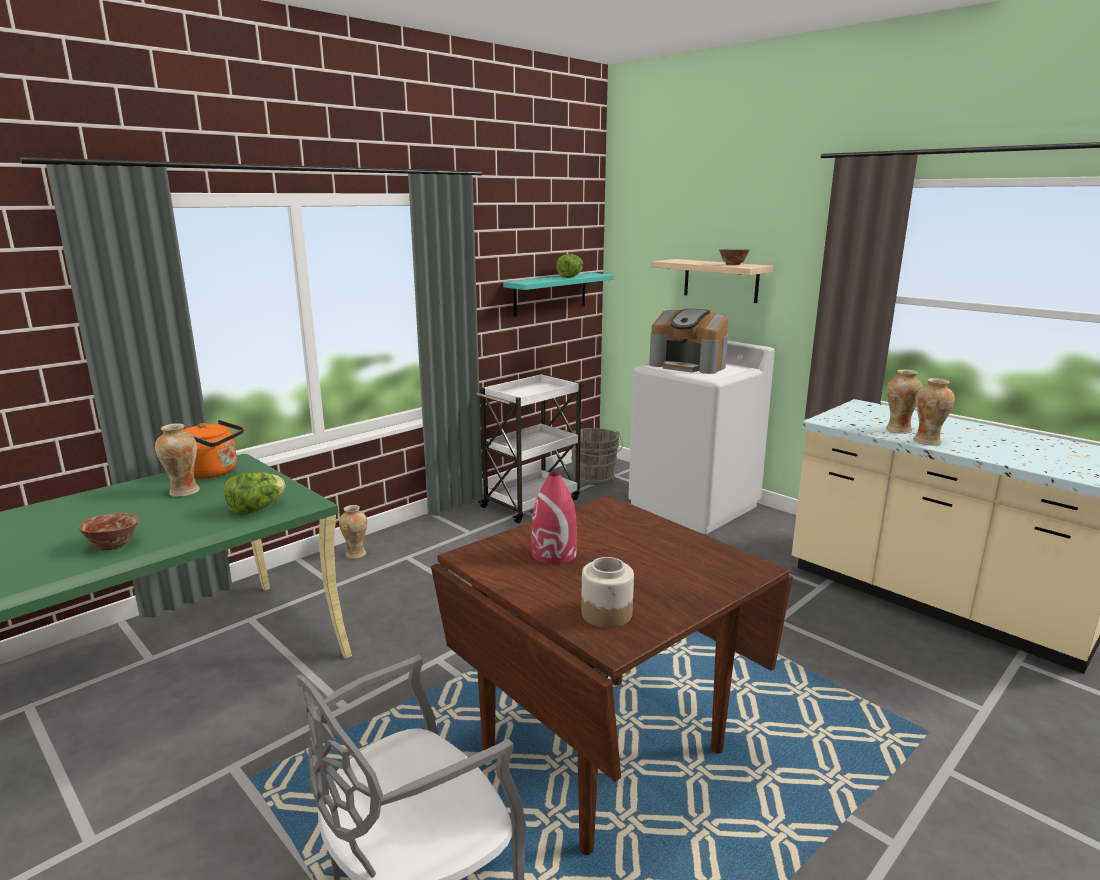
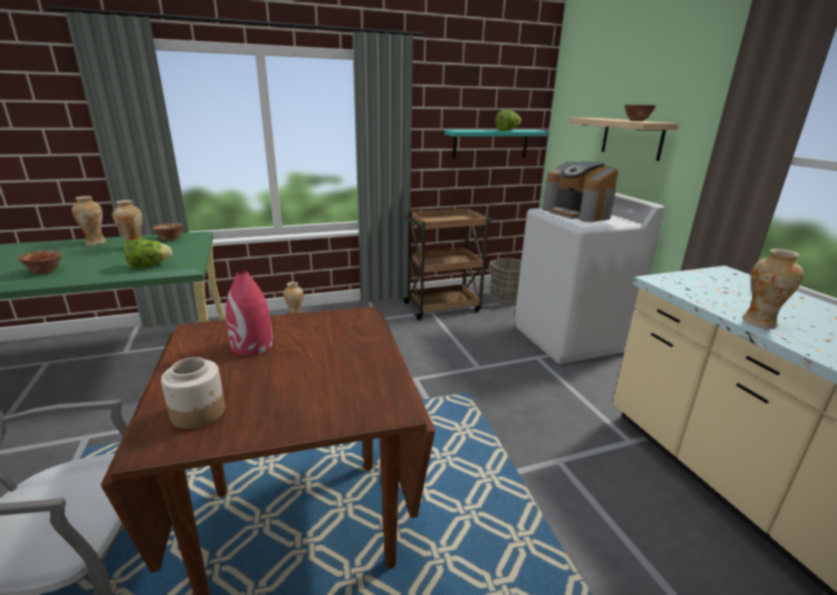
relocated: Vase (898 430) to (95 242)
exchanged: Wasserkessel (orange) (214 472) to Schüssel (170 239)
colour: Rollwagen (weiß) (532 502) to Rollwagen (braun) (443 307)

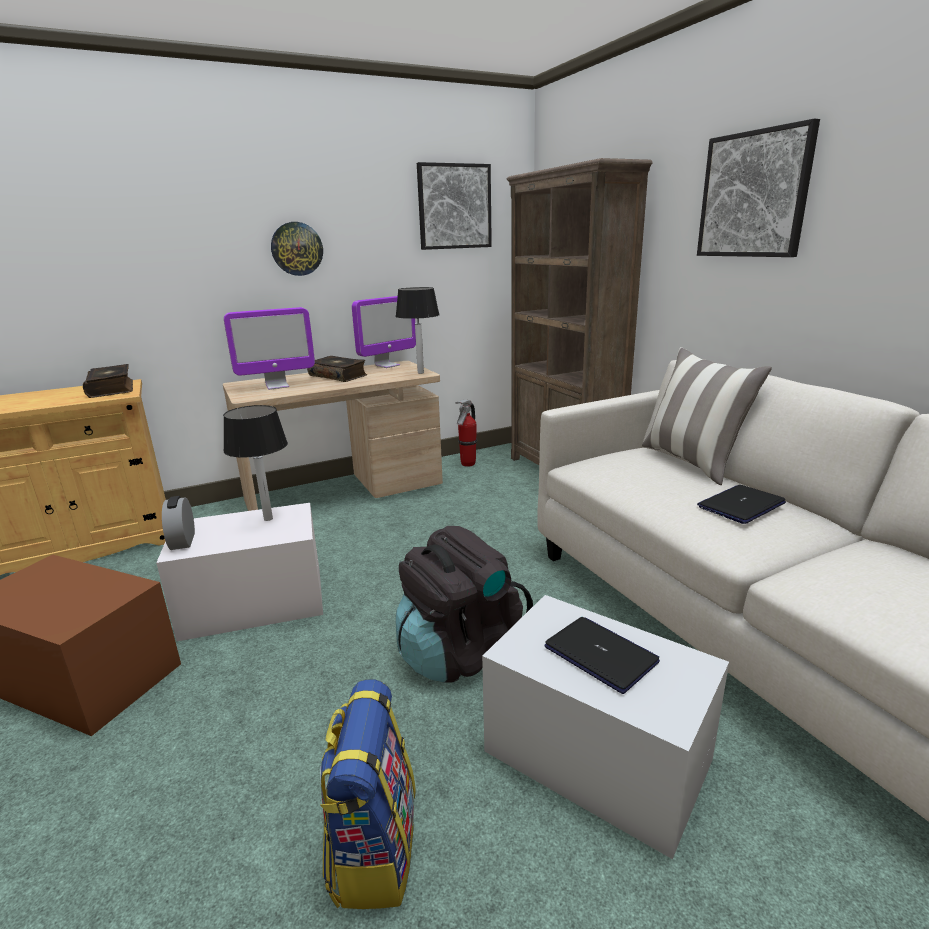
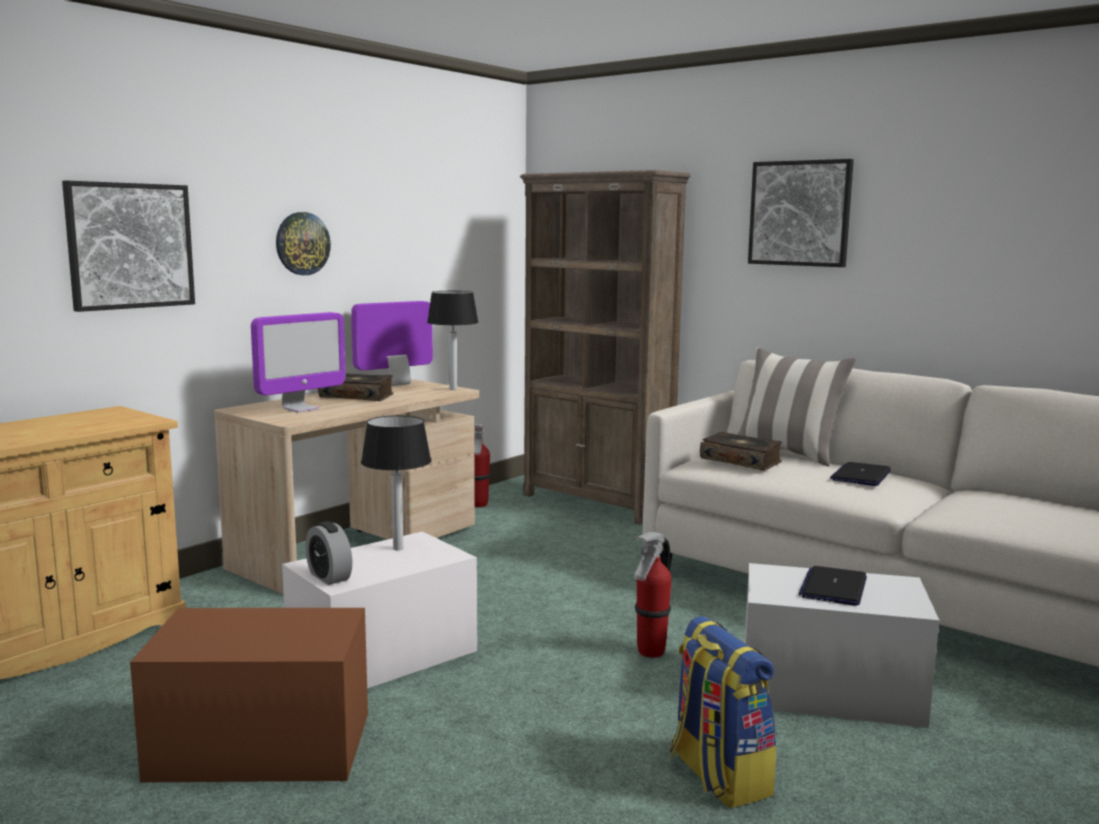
relocated: Buch (112 389) to (741 460); Bild (454 207) to (130 246)
exchanged: Rucksack (schwarz) (460 652) to Feuerlöscher (650 652)
spun: Monitor (387 365) = (395 384) 150 degrees counterclockwise; Laptop (601 655) = (833 587) 90 degrees counterclockwise

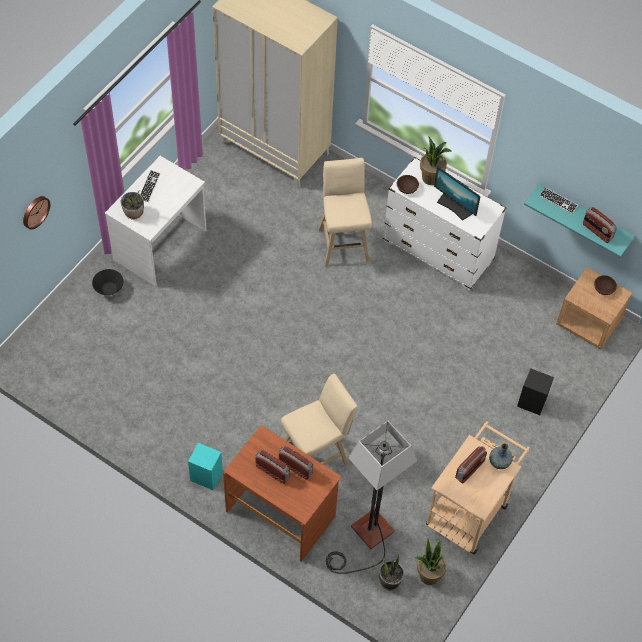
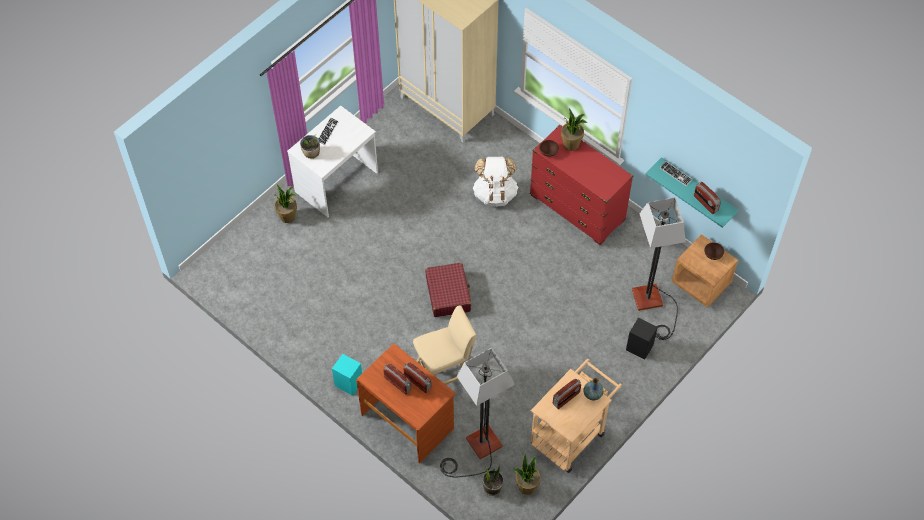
missing: Wanduhr (35 211); Monitor (454 206)
appeared: Koffer (rot) (448 294); Stehlampe (652 305)
exchanged: Schüssel (schwarz) (109 289) to Topfpflanze (288 216); Hocker (beige) (343 242) to Rucksack (weiß) (495 193)
colour: Kommode (weiß) (438 251) to Kommode (rot) (577 208)

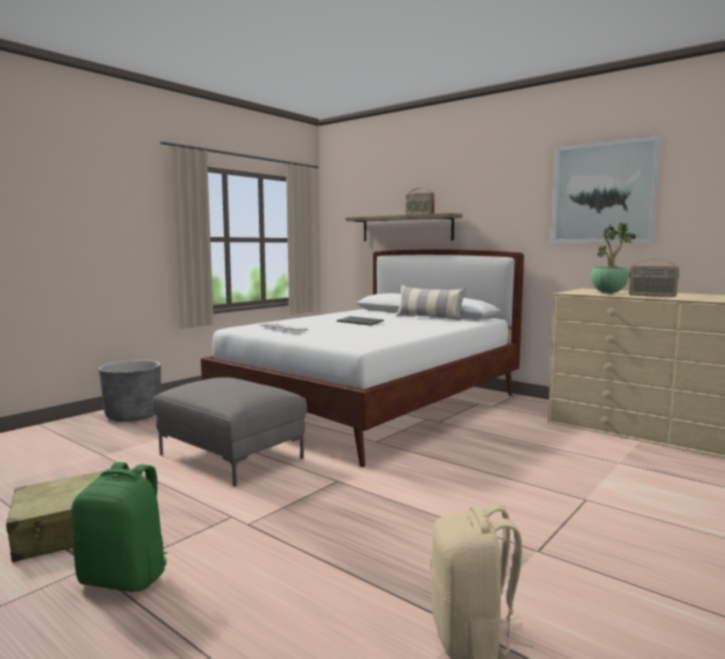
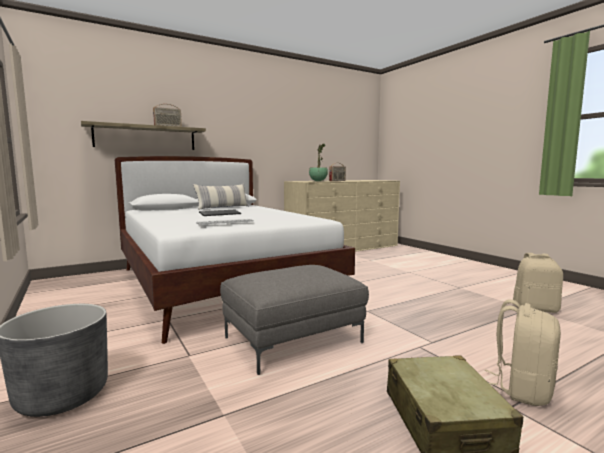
missing: Bild (603 193)
colour: Rucksack (grün) (125 577) to Rucksack (beige) (521 389)

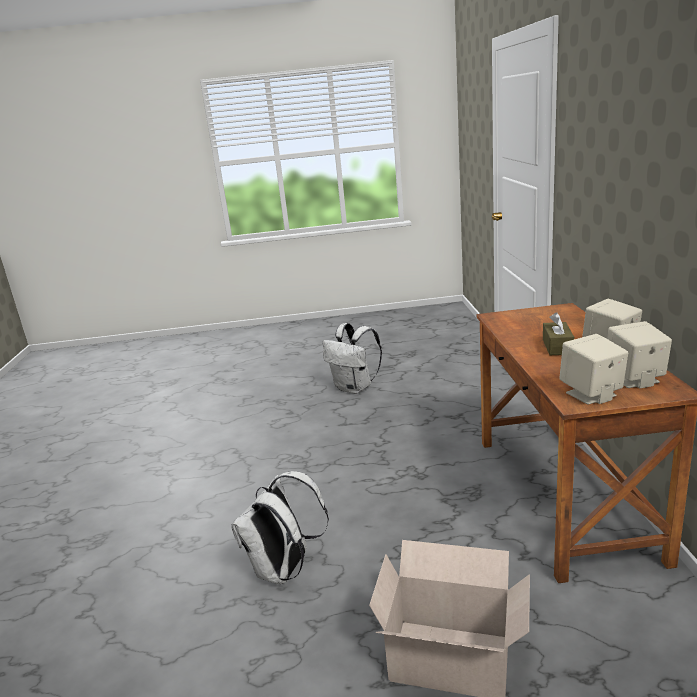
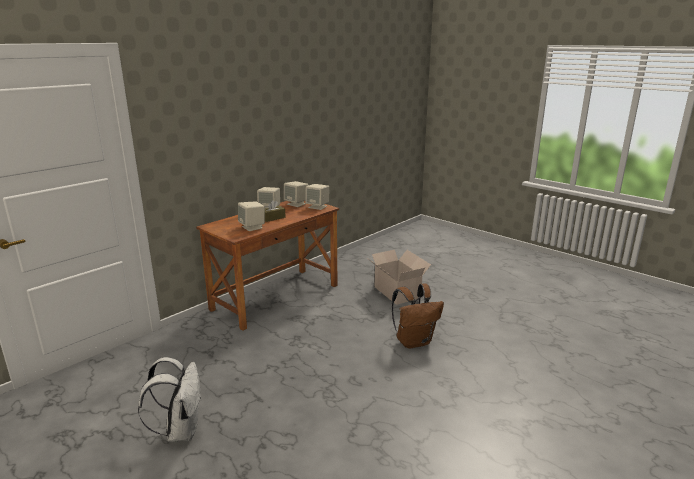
appeared: Lautsprecher (beige) (252 227)
colour: Rucksack (weiß) (285 570) to Rucksack (braun) (414 341)

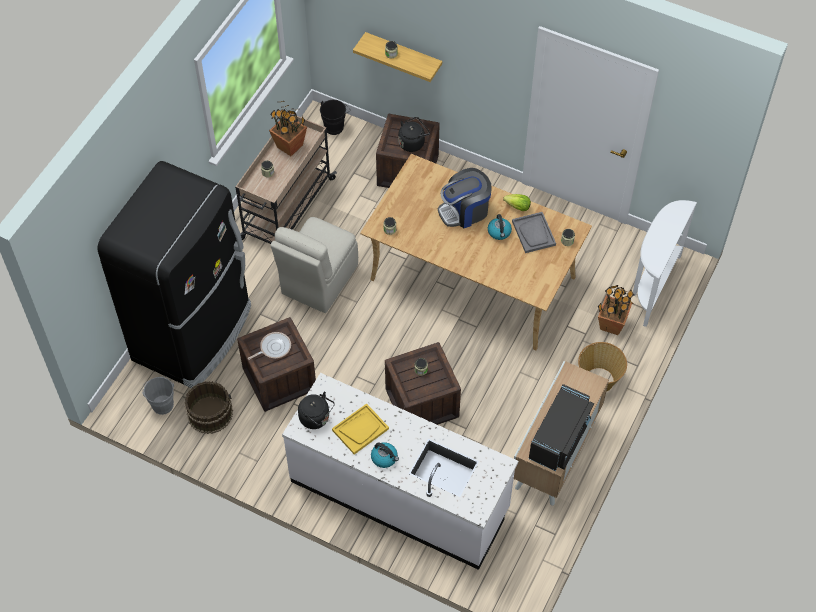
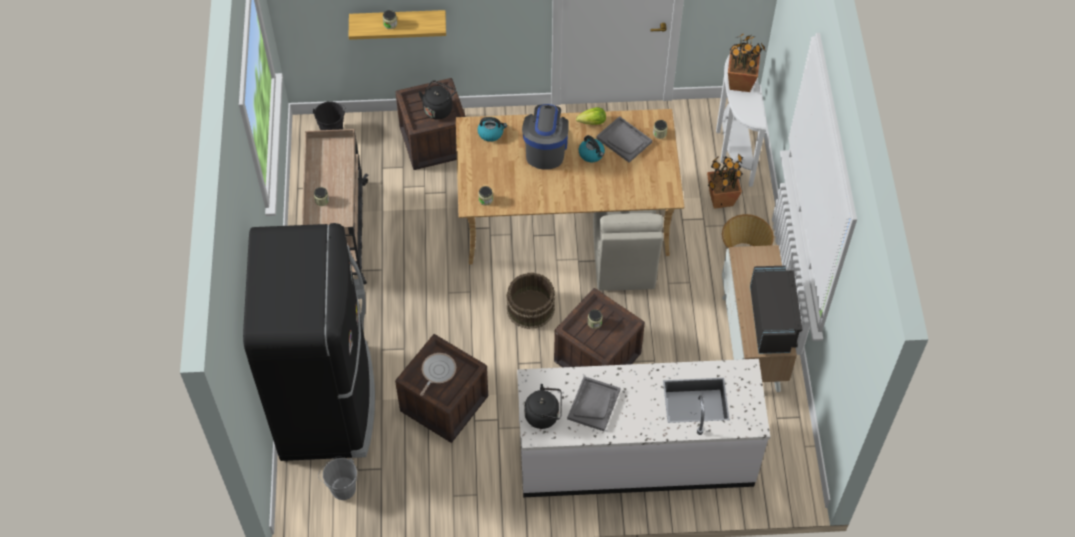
relocated: Eimer (braun) (210 413) to (530 307); Topfpflanze (290 146) to (741 83); Stuhl (beige) (318 281) to (623 261); Wasserkessel (384 458) to (491 133)
colour: Tablett (gelb) (360 429) to Tablett (grau) (593 404)
spun: Kaffeemaschine (465 211) = (545 149) 150 degrees clockwise

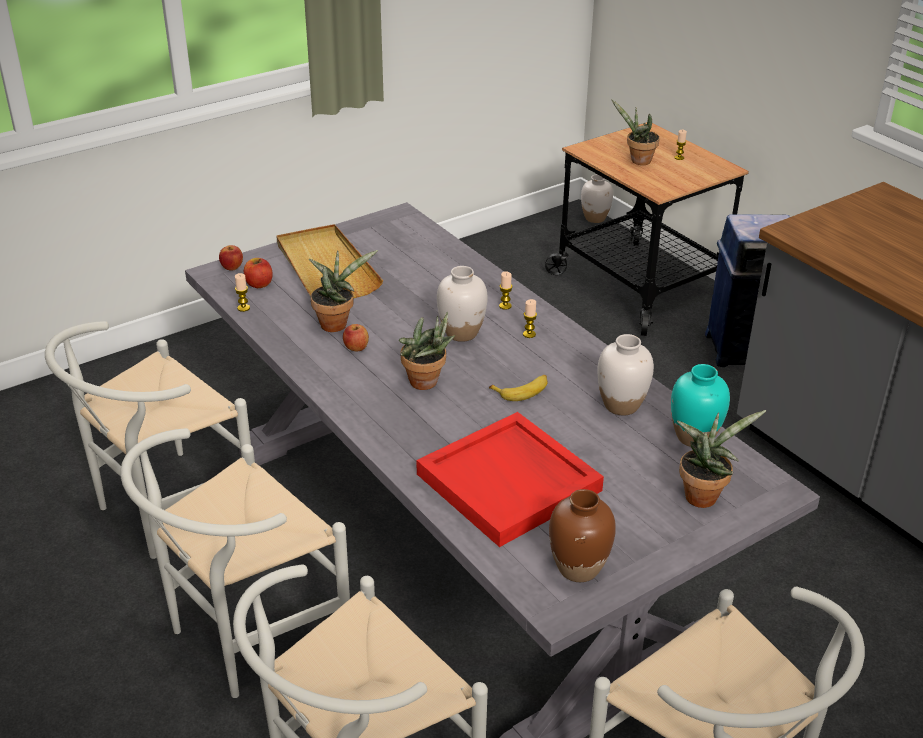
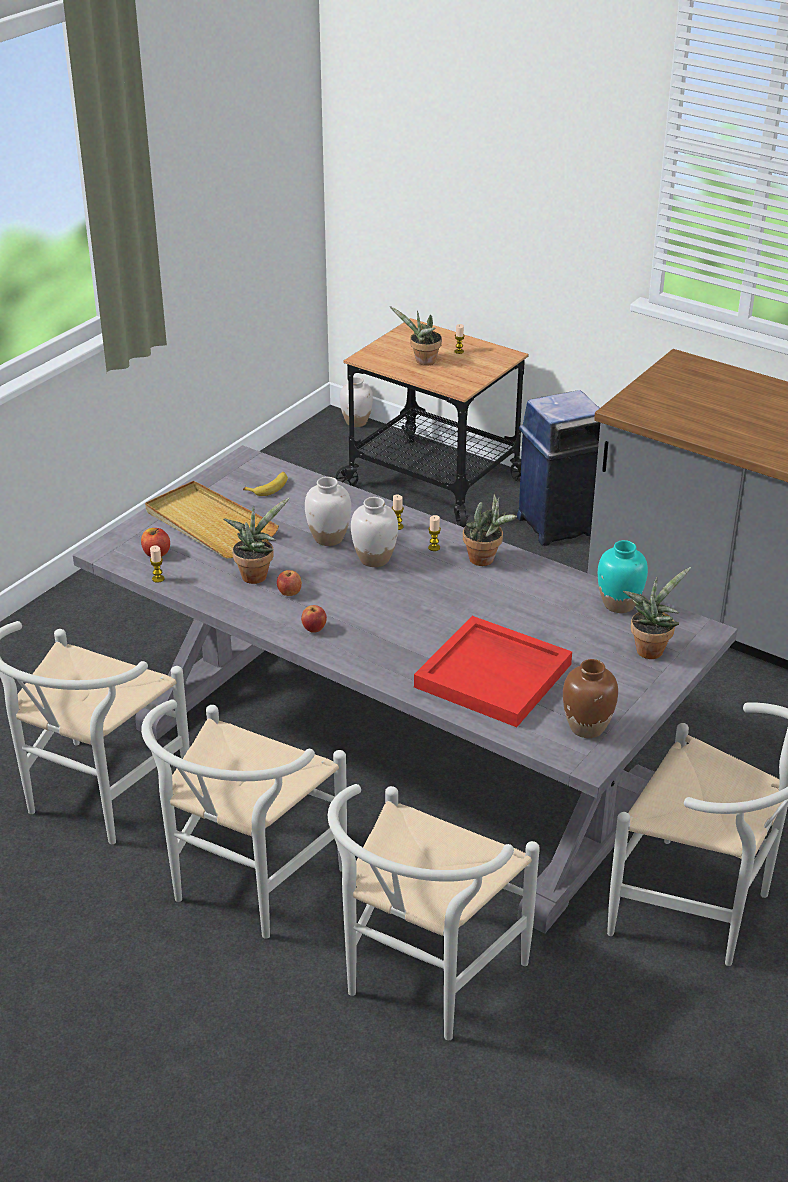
relocated: Apfel (232 268) to (314 629); Topfpflanze (427 384) to (485 560); Banane (522 391) to (269 487); Vase (weiß) (621 405) to (328 538)

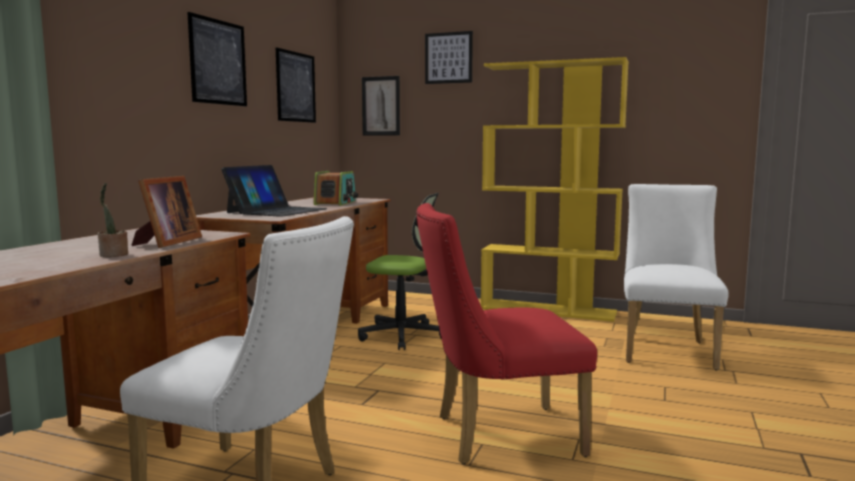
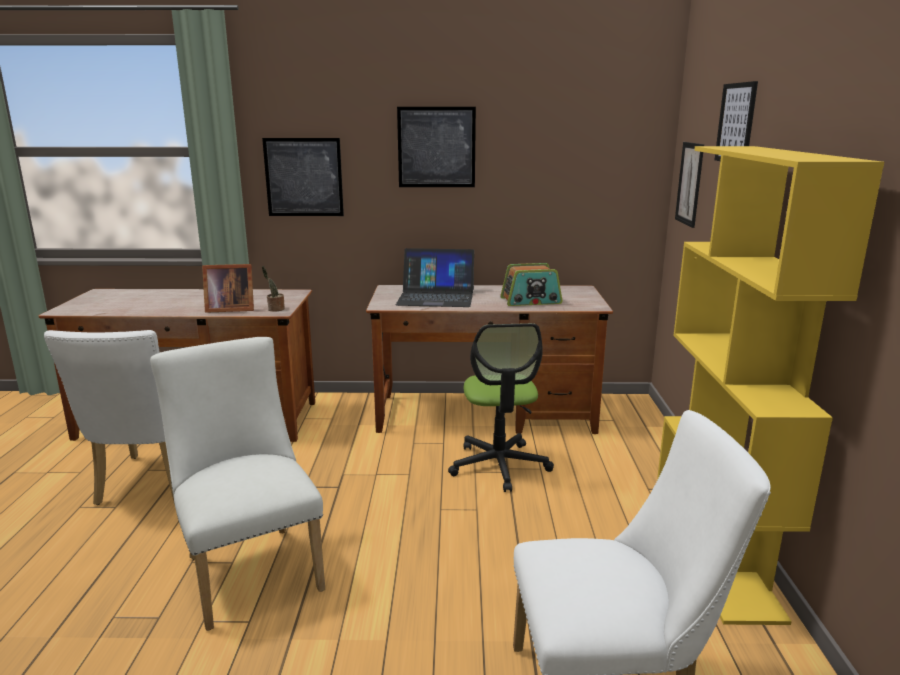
relocated: Topfpflanze (113 255) to (275 309); Bild (296 87) to (304 177)
colour: Stuhl (rot) (496 435) to Stuhl (weiß) (250 567)

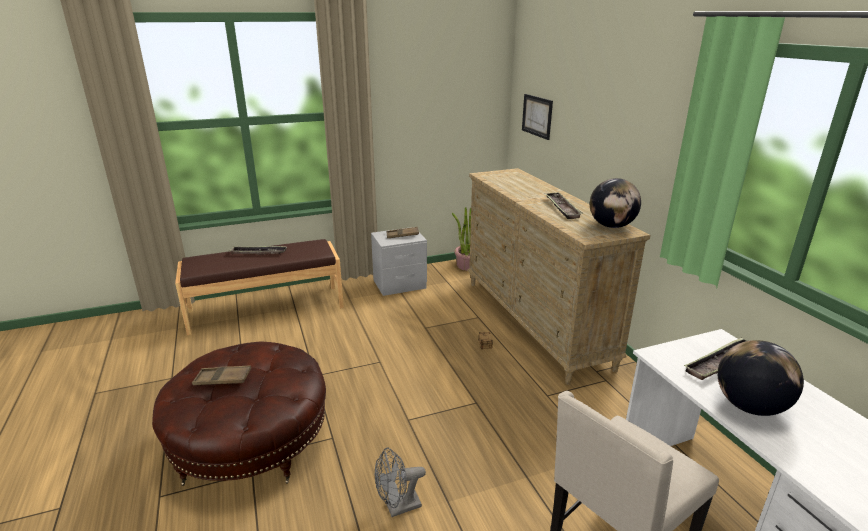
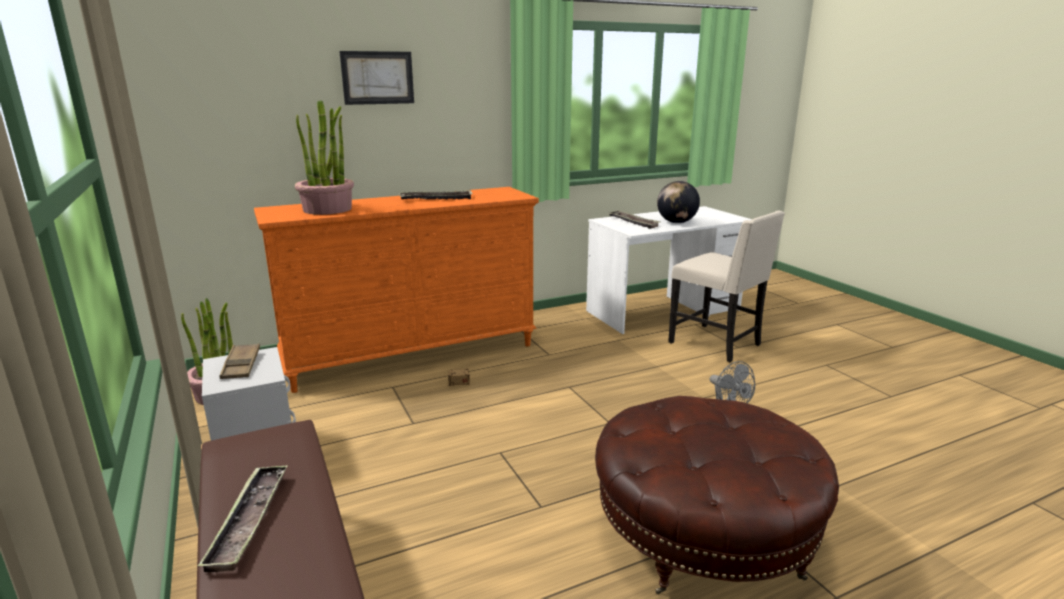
missing: Tablett (braun) (222 379); Globus (611 226)
appeared: Topfpflanze (328 209)
relocated: Bild (537 116) to (377 78)
colour: Kommode (beige) (534 322) to Kommode (orange) (413 355)

